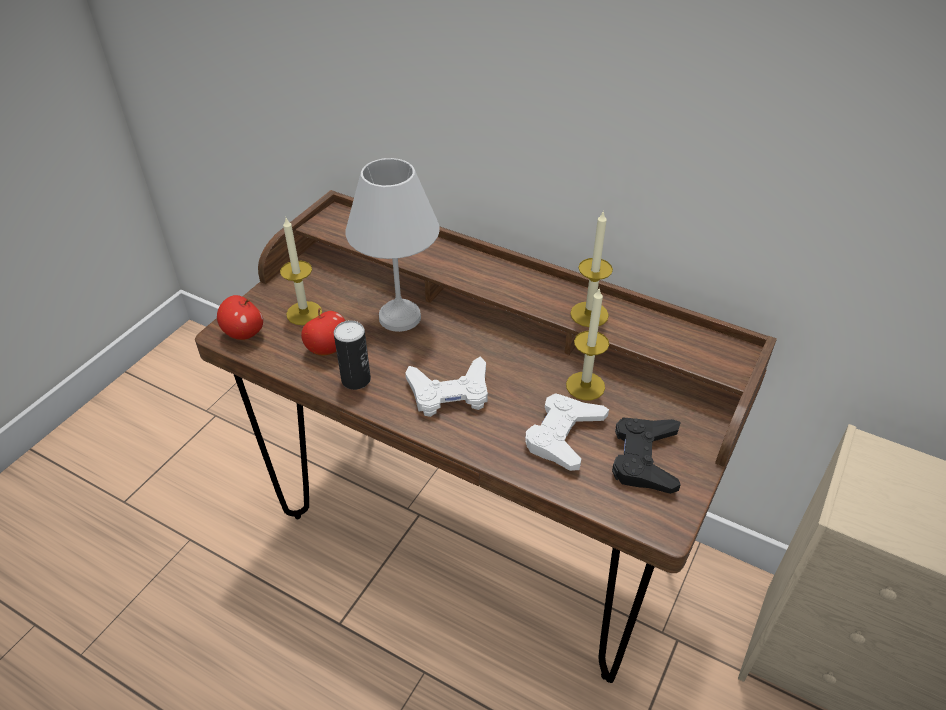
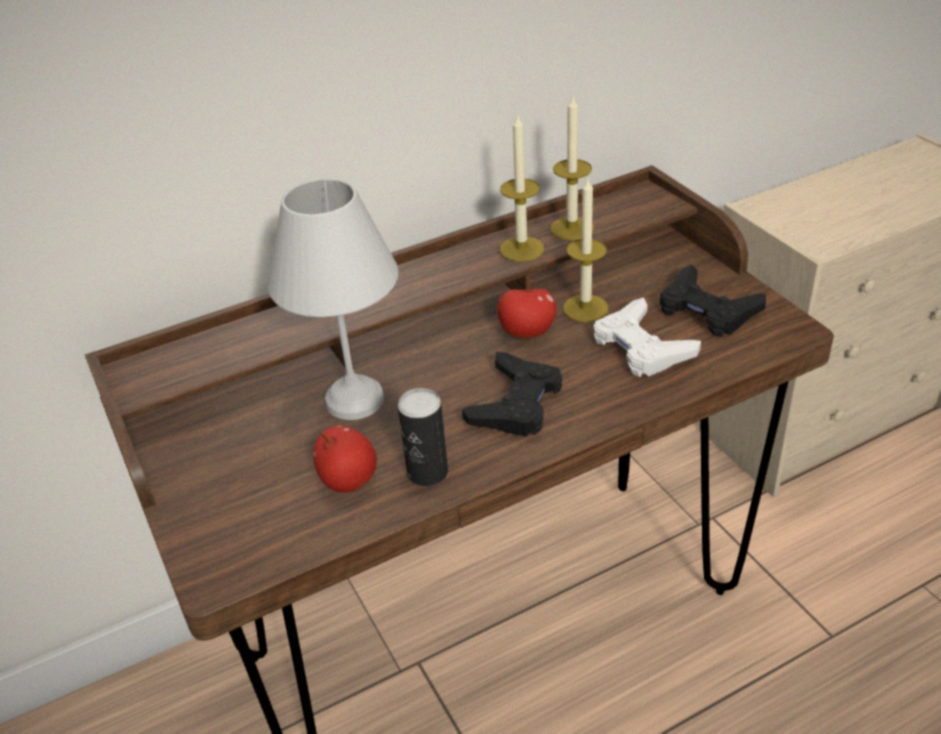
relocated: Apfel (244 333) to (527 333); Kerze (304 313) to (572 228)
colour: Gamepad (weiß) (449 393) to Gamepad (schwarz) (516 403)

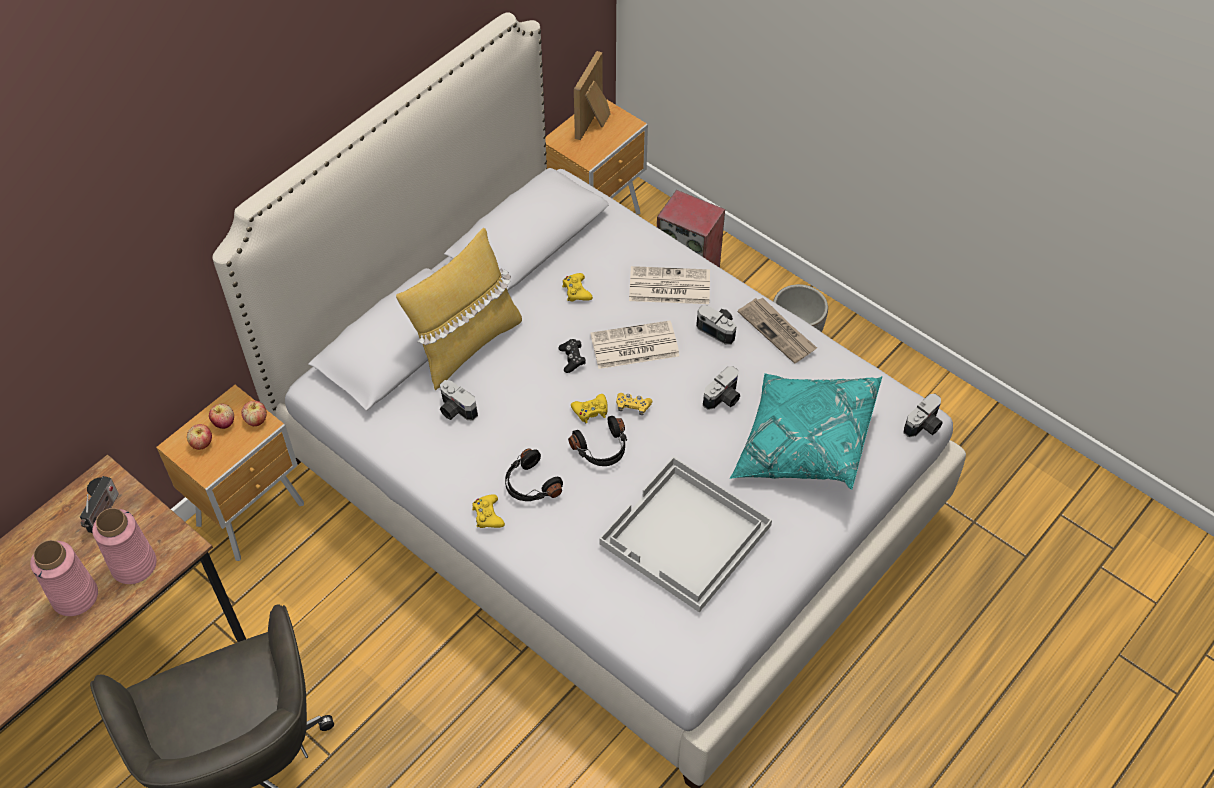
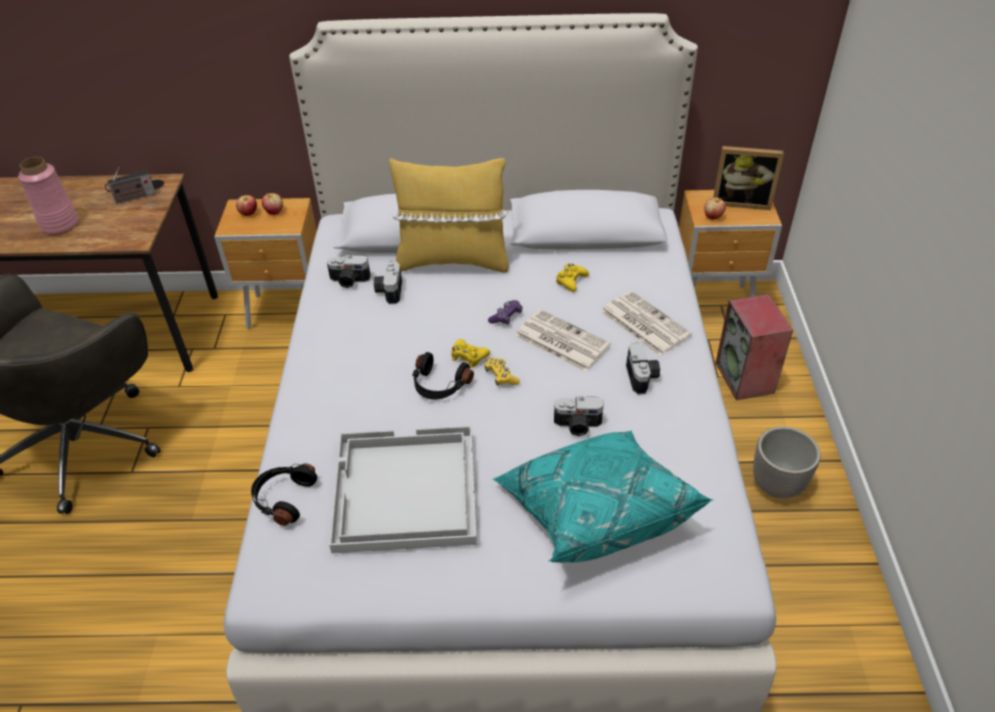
missing: Vase (rosa) (133 565); Gamepad (gelb) (487 515); Zeitung (777 331)
relocated: Apfel (256 420) to (713 217); Kopfhörer (schwarz) (530 485) to (283 498); Kamera (924 426) to (349 281)
colour: Gamepad (schwarz) (572 359) to Gamepad (lila) (506 317)
spun: Bilderrahmen (595 122) = (741 202) 150 degrees counterclockwise

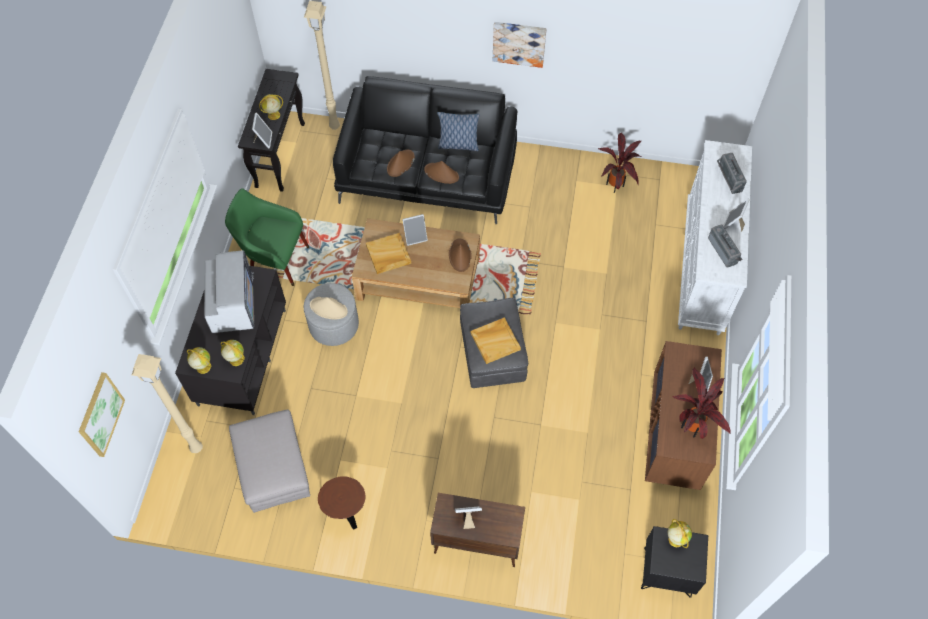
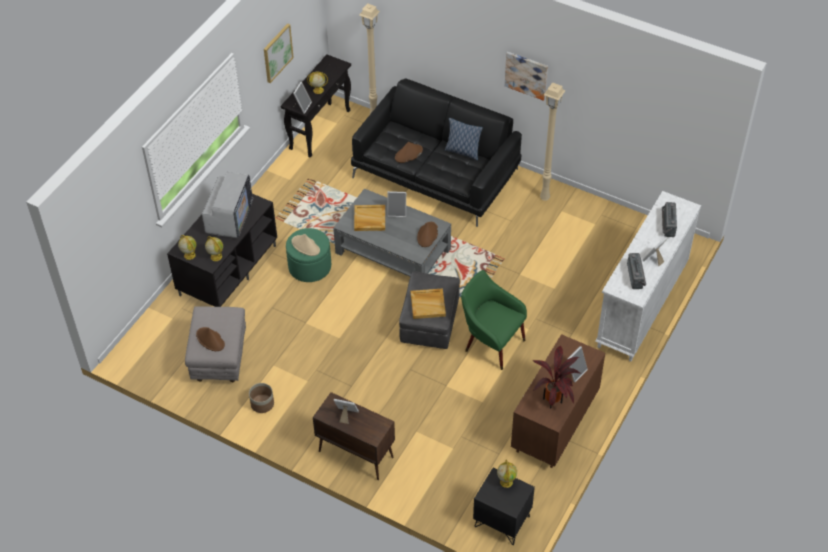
missing: Topfpflanze (617 185)
relocated: Bild (100 414) to (277 53); Stehlampe (beige) (197 447) to (545 197); Sessel (grün) (275 260) to (491 343); Hut (braun) (441 174) to (210 340)
exchanged: Beistelltisch (braun) (346 514) to Pflanzkübel (262 404)
colour: Polsterhocker (grau) (333 324) to Polsterhocker (grün) (309 266); Couchtisch (braun) (418 279) to Couchtisch (grau) (393 251)

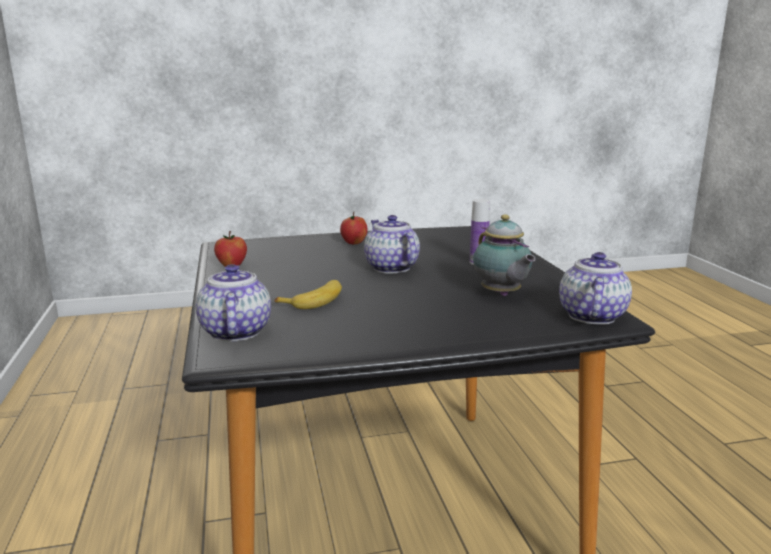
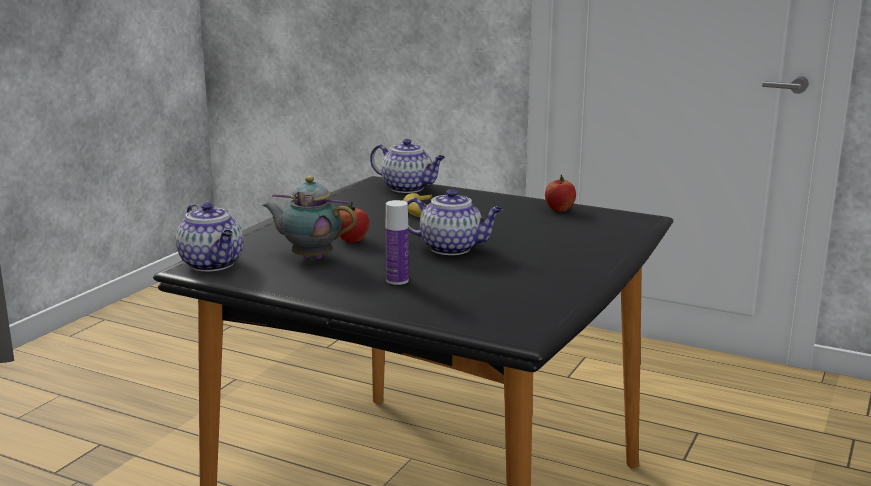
relocated: Apfel (354 242) to (352 240)

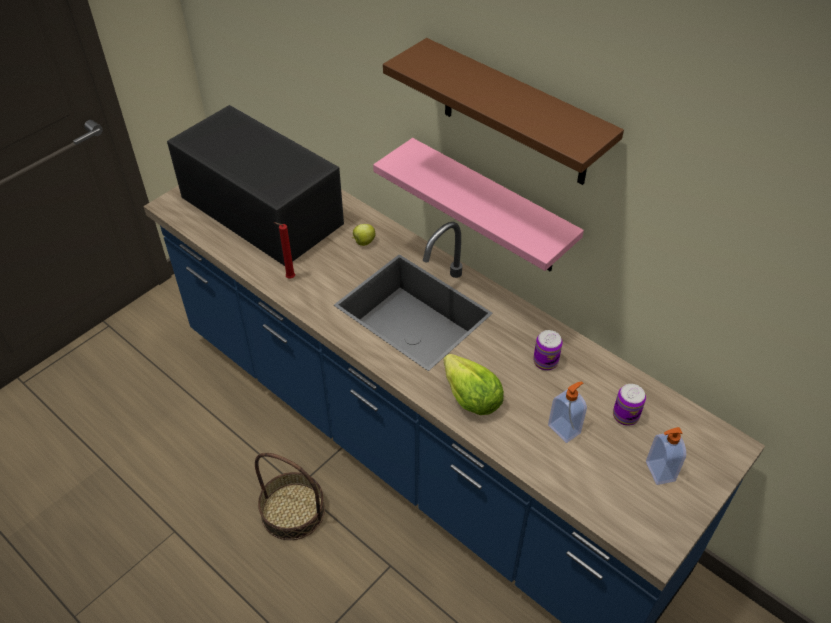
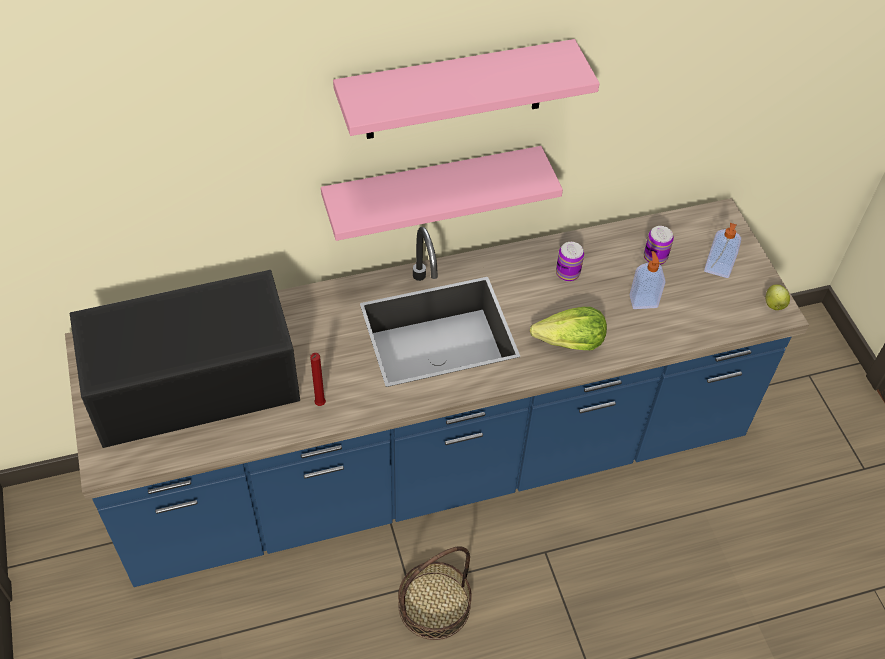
relocated: Apfel (363 242) to (774 305)
colour: Wandregal (braun) (515 114) to Wandregal (rosa) (454 90)

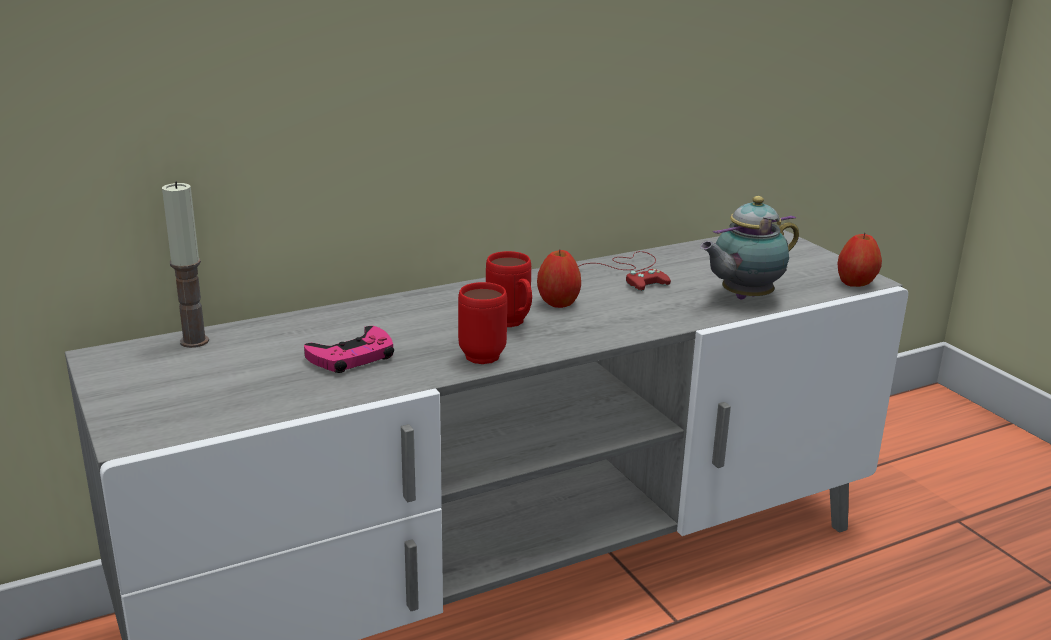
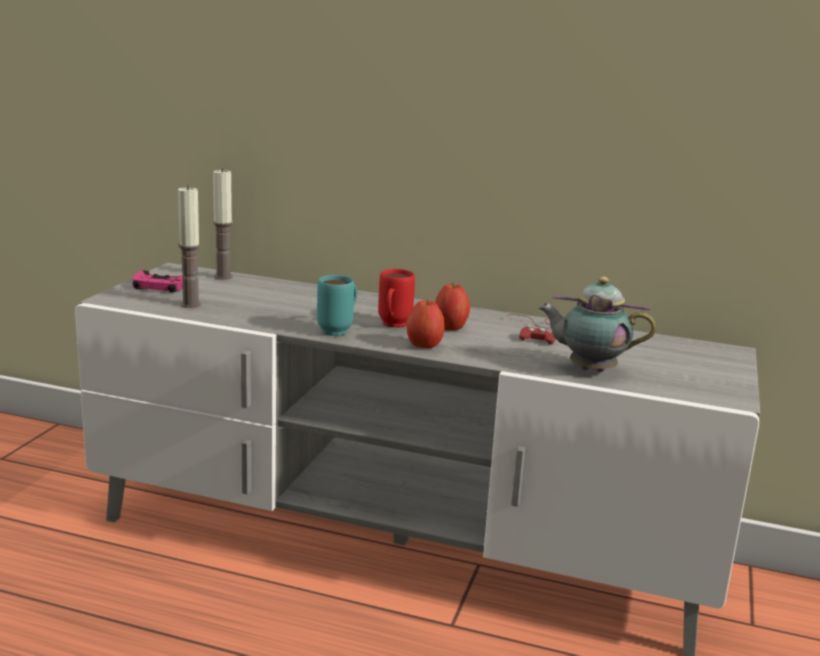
appeared: Kerze (190 304)
relocated: Gamepad (rosa) (352 357) to (161 286); Apfel (855 284) to (424 346)
colour: Henkelbecher (rot) (481 353) to Henkelbecher (türkis) (339 330)

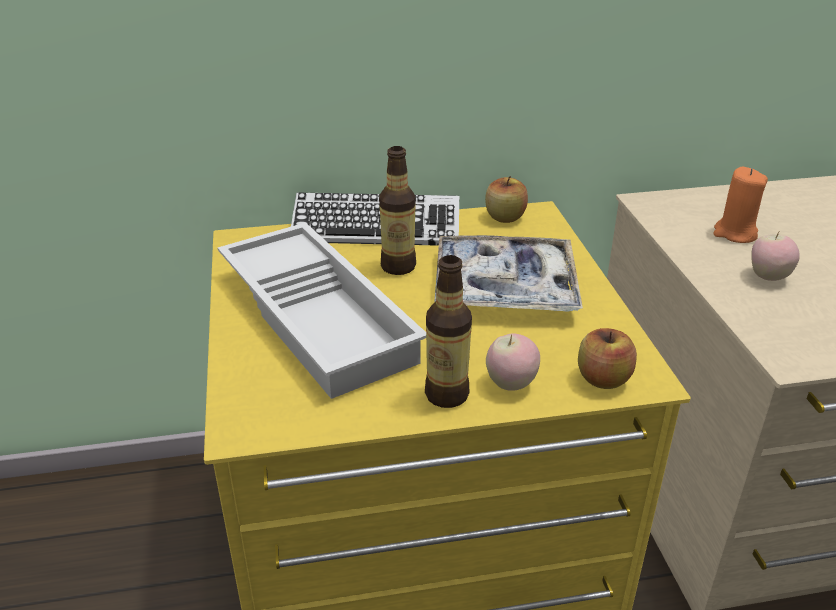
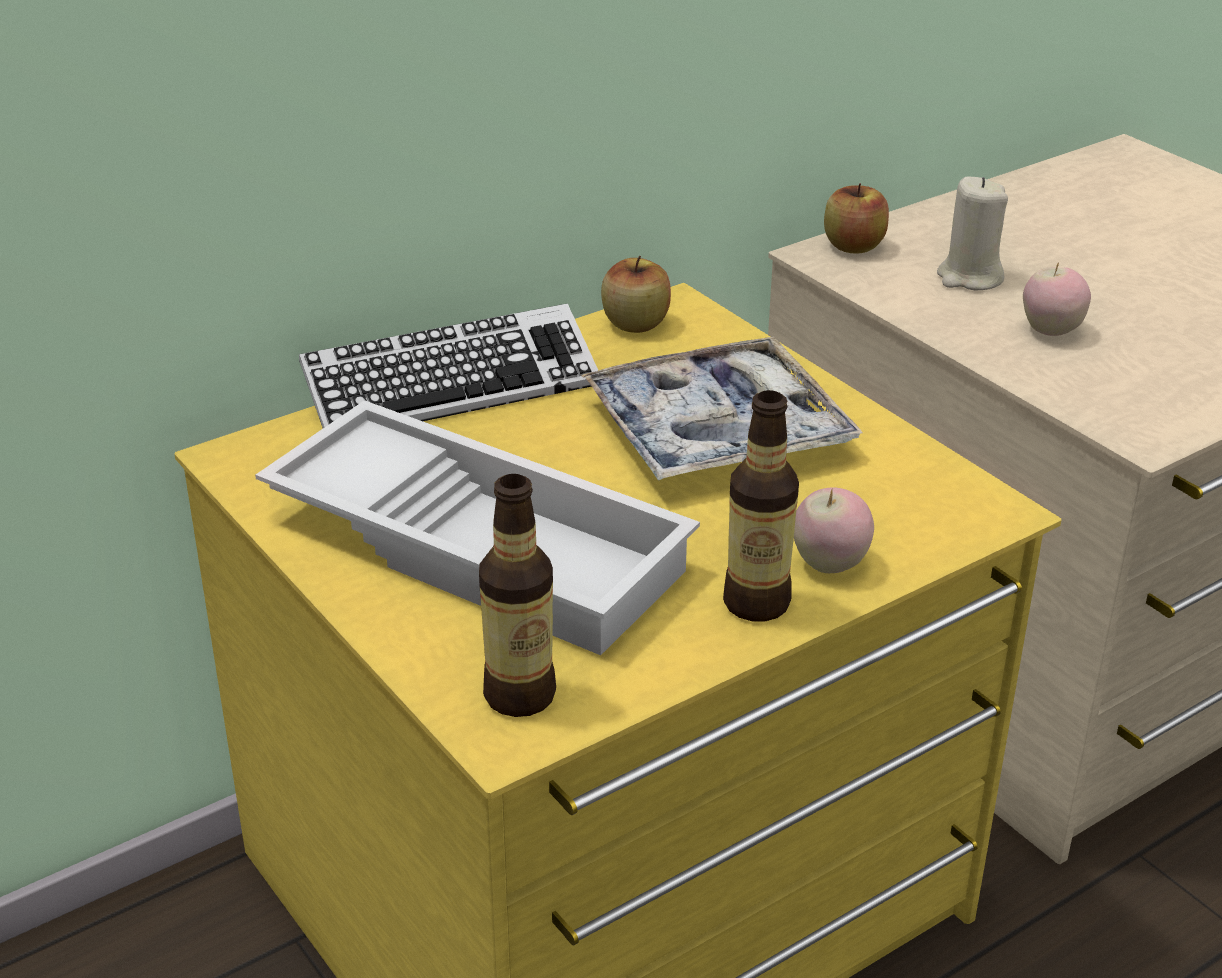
relocated: Flasche (398 266) to (520 695); Apfel (603 379) to (853 246)
colour: Kerze (orange) (735 233) to Kerze (beige) (969 277)

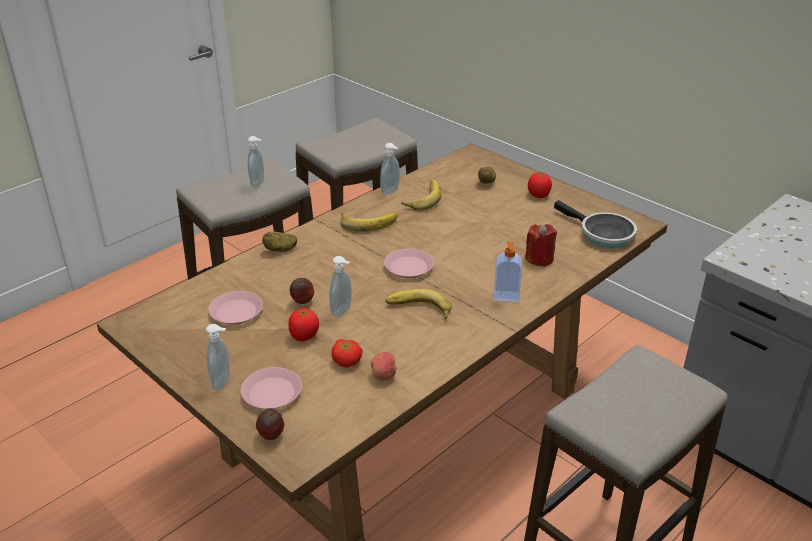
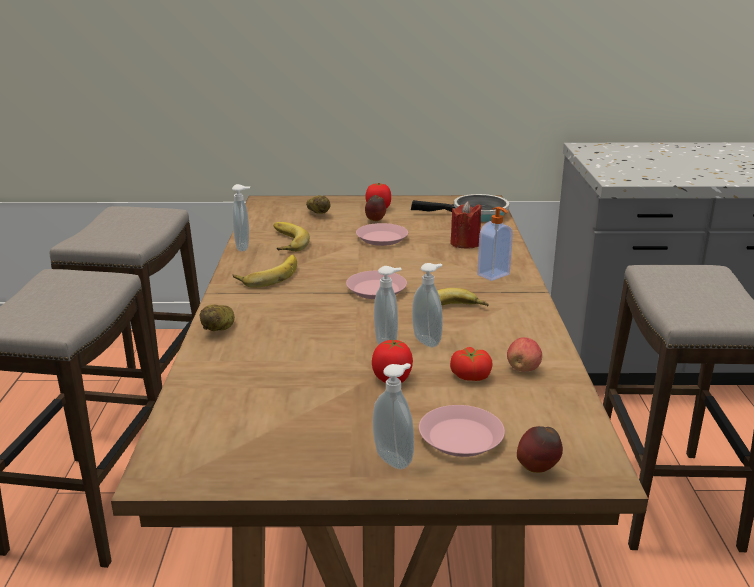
relocated: Teller (rosa) (236 312) to (382 238); Seifenspender (259 183) to (428 341); Apfel (302 302) to (375 221)

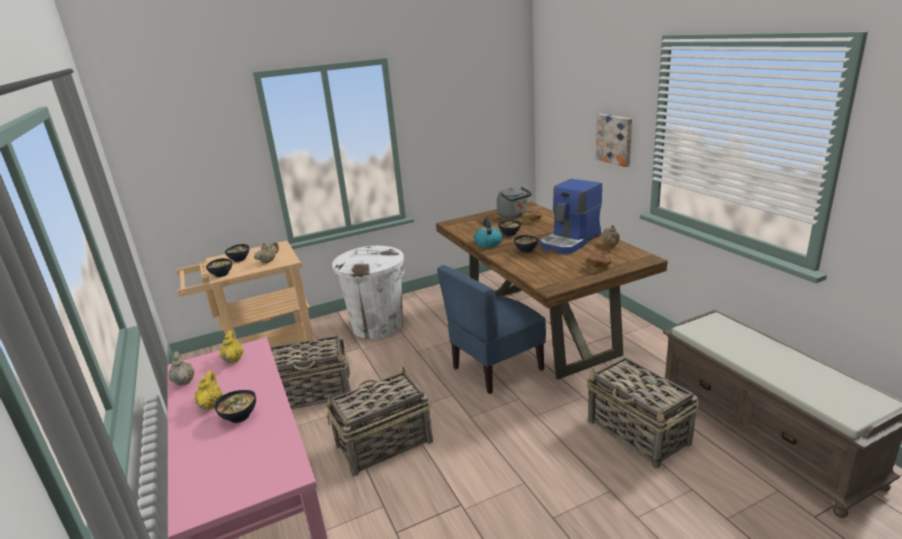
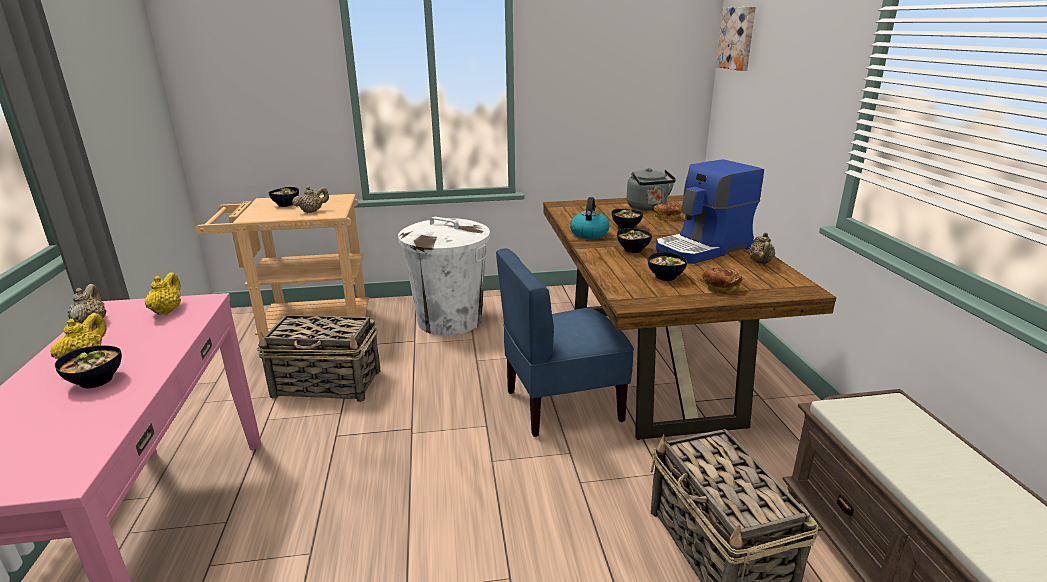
missing: Korb (383 444)
relocated: Schüssel (221 274) to (665 277); Bild (615 139) to (738 38)

